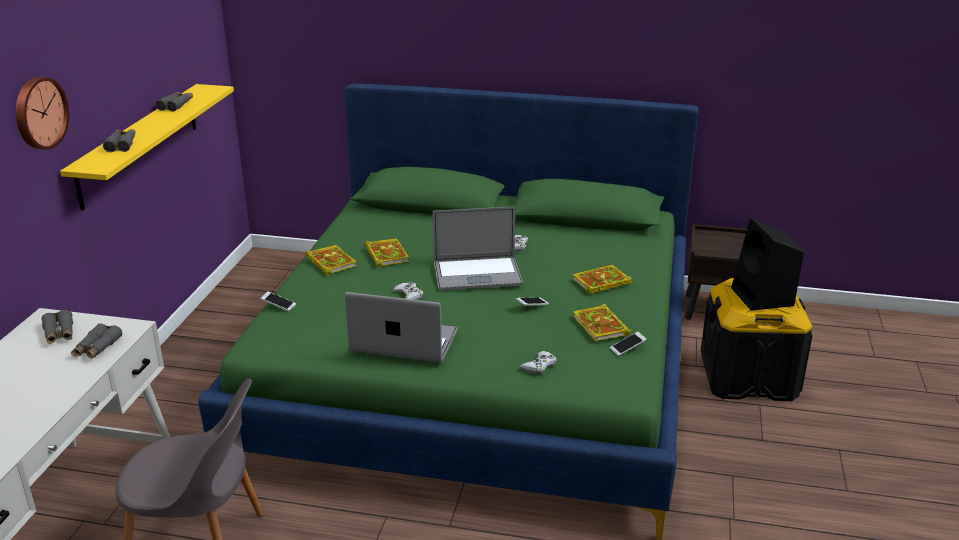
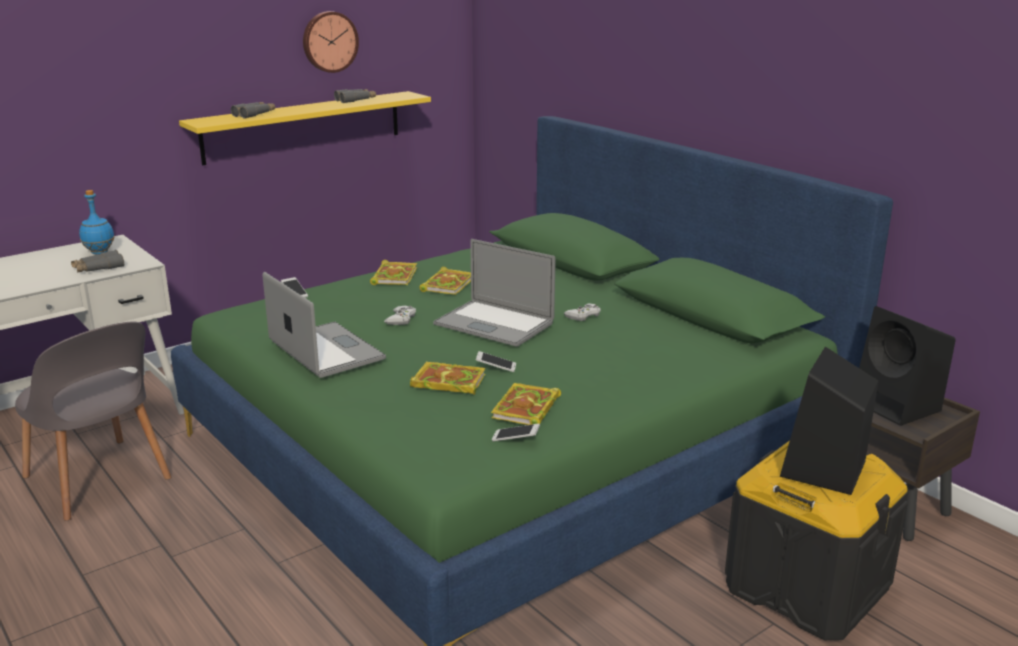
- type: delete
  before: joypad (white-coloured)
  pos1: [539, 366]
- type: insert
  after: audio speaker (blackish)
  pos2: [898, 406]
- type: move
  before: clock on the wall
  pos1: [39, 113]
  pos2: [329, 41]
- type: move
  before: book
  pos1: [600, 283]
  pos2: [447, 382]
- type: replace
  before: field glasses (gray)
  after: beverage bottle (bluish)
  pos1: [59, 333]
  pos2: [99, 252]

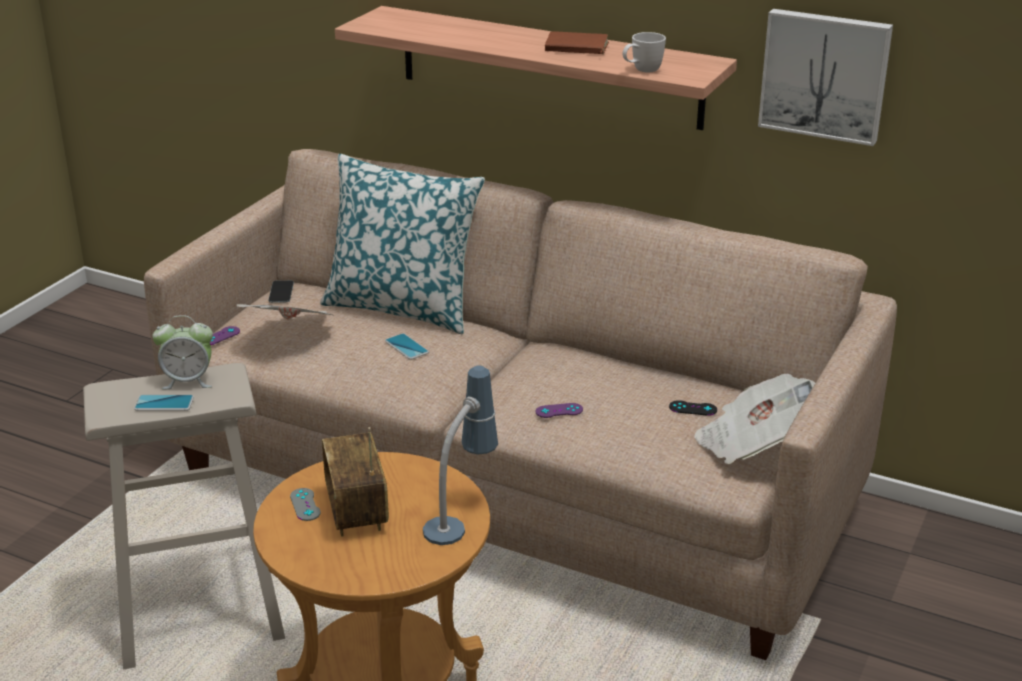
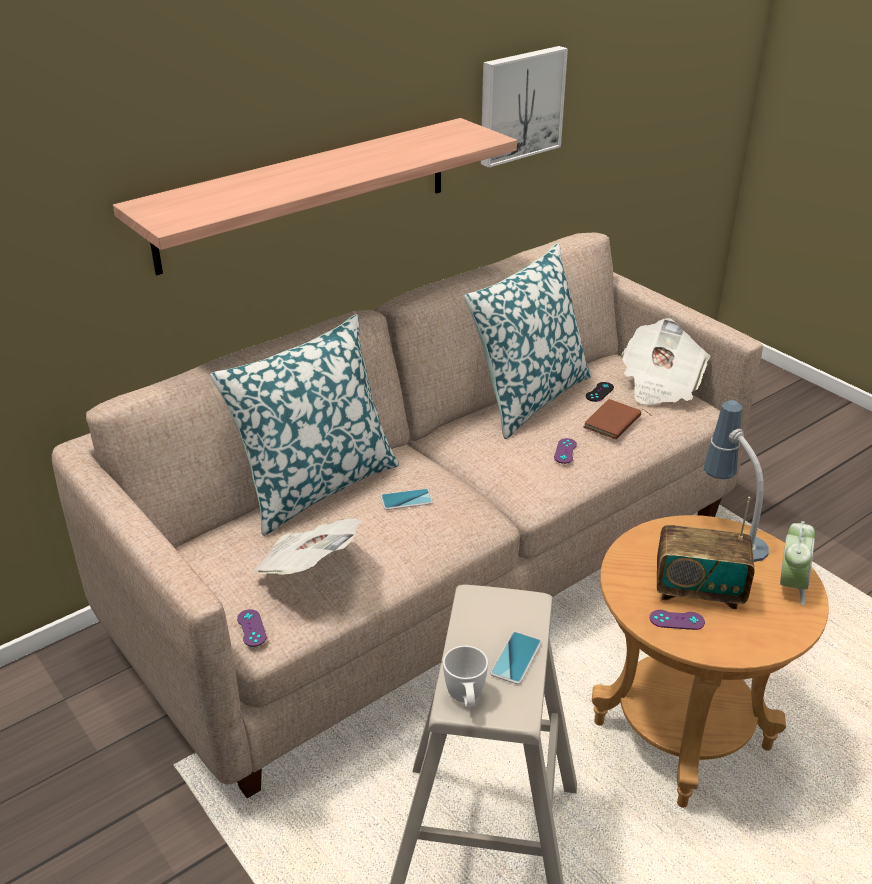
- type: delete
  before: telephone
  pos1: [281, 292]
- type: insert
  after: throw pillow
  pos2: [528, 398]
- type: move
  before: alarm clock
  pos1: [188, 381]
  pos2: [791, 585]
- type: move
  before: book (brownish)
  pos1: [576, 48]
  pos2: [614, 423]
- type: move
  before: mug (white-coloured)
  pos1: [641, 71]
  pos2: [466, 700]
- type: recolor
  before: joypad (gray)
  after: joypad (purplish)
  pos1: [305, 504]
  pos2: [677, 620]

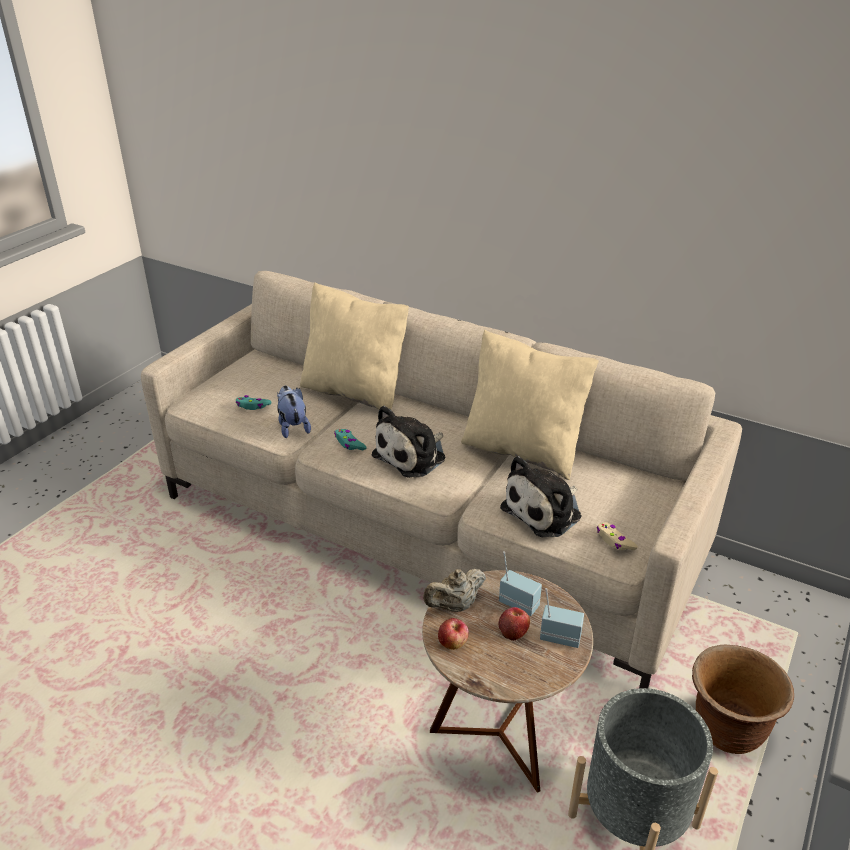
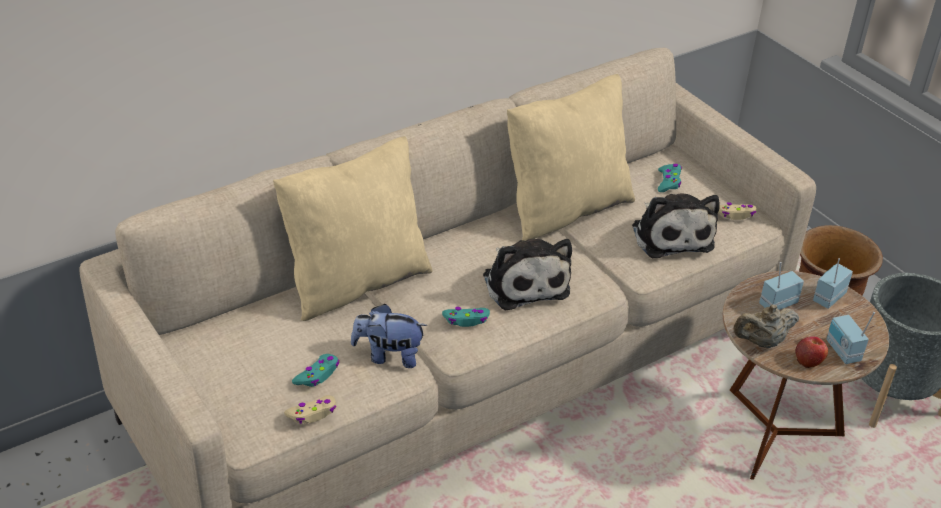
- type: delete
  before: apple fruit
  pos1: [513, 632]
- type: insert
  after: joypad (beige-coloured)
  pos2: [312, 414]
- type: insert
  after: joypad (blue-green)
  pos2: [668, 182]
- type: insert
  after: radio
  pos2: [841, 352]
- type: rotate
  before: tea pot (beige-coloured)
  pos1: [455, 606]
  pos2: [762, 342]
  turn: 75

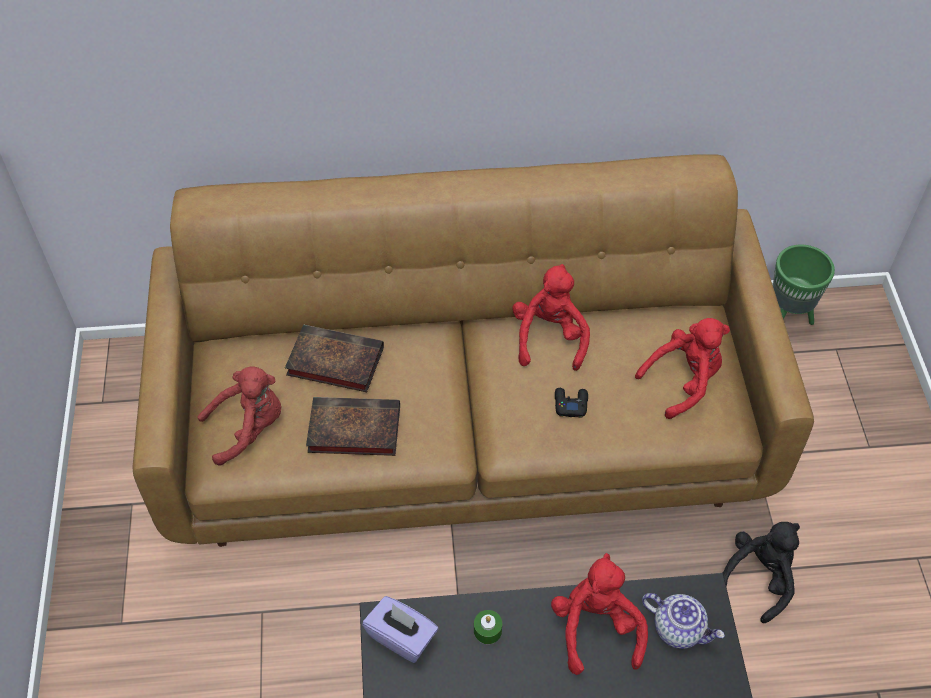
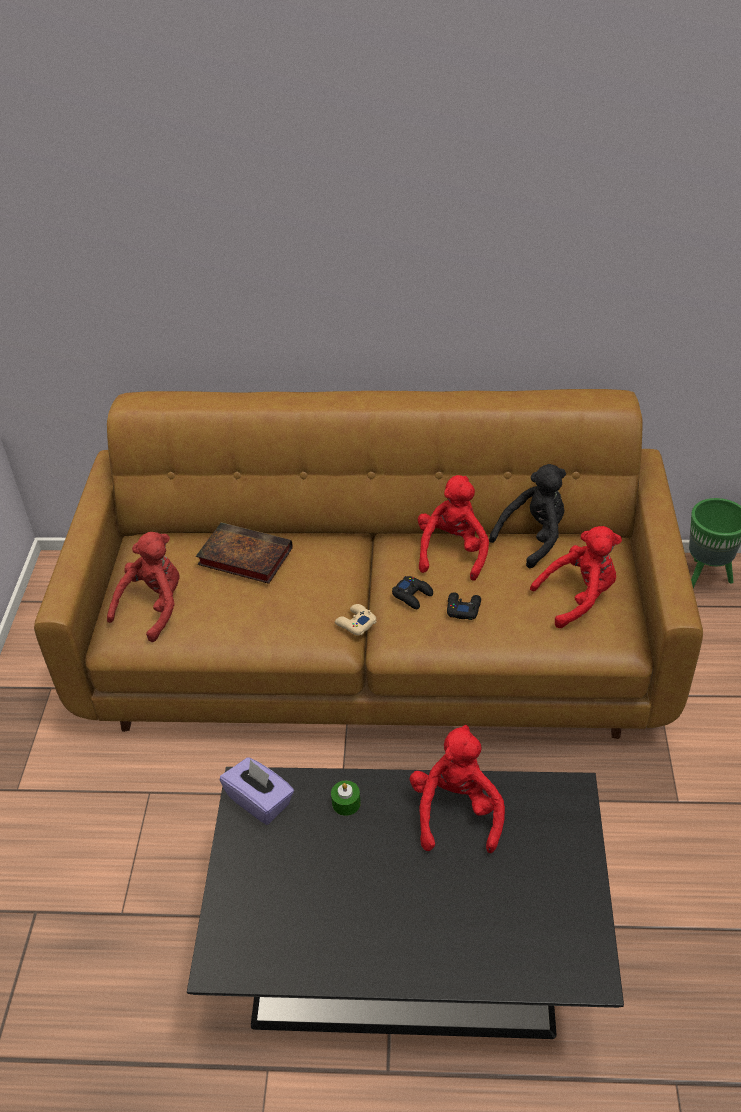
- type: delete
  before: book
  pos1: [351, 430]
- type: delete
  before: tea pot
  pos1: [679, 629]
- type: insert
  after: joypad (beige-coloured)
  pos2: [355, 623]
- type: insert
  after: joypad (blackish)
  pos2: [412, 595]
- type: move
  before: plush toy (blackish)
  pos1: [758, 578]
  pos2: [533, 537]
- type: rotate
  before: plush toy (reddish)
  pos1: [249, 428]
  pos2: [154, 607]
  turn: -45

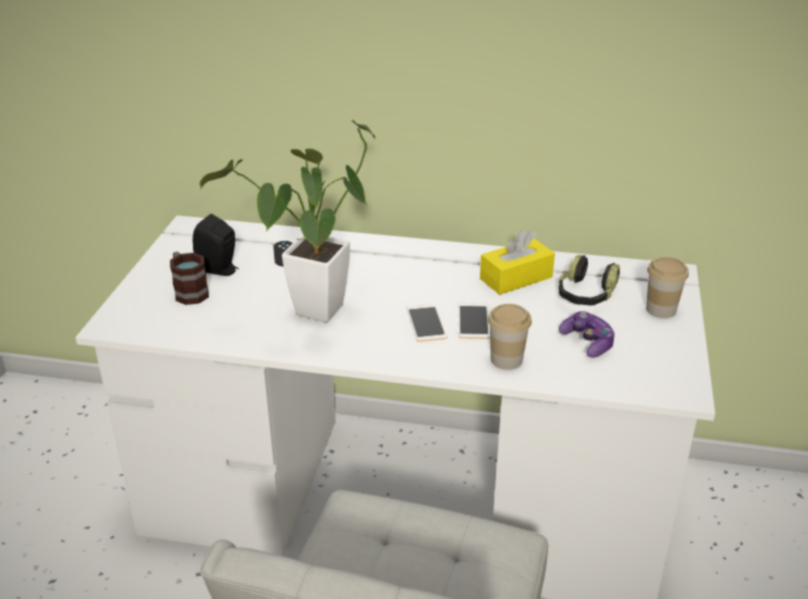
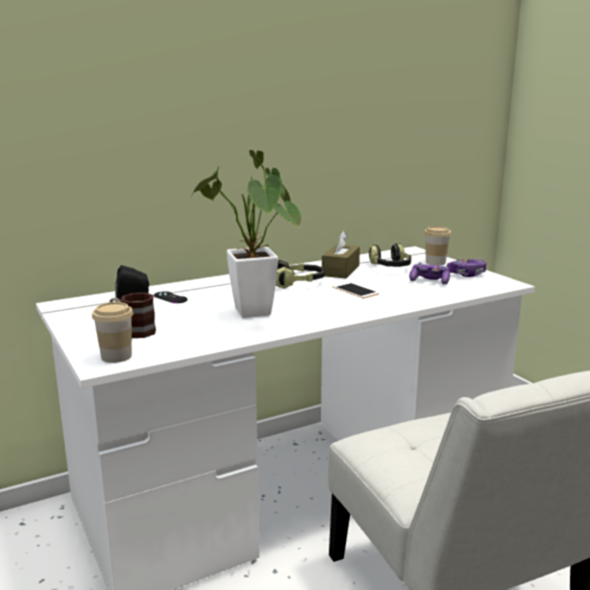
- type: delete
  before: telephone
  pos1: [426, 322]
- type: insert
  after: pair of headphones
  pos2: [297, 283]
- type: insert
  after: joypad
  pos2: [466, 274]
- type: move
  before: cup
  pos1: [506, 360]
  pos2: [116, 356]
- type: recolor
  before: tissue box (yellow)
  after: tissue box (brownish)
  pos1: [516, 278]
  pos2: [340, 271]

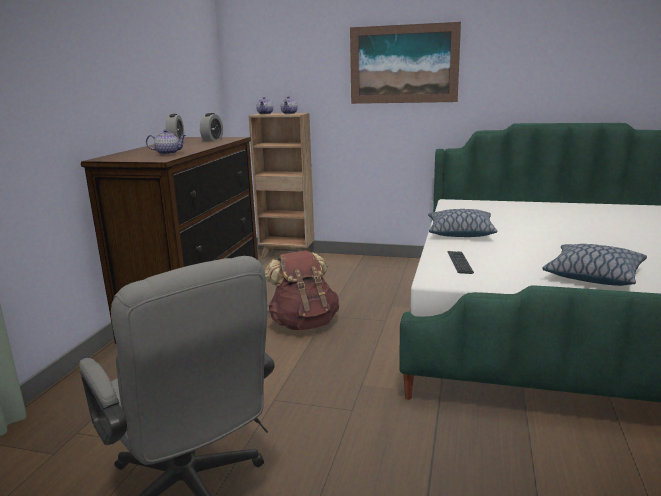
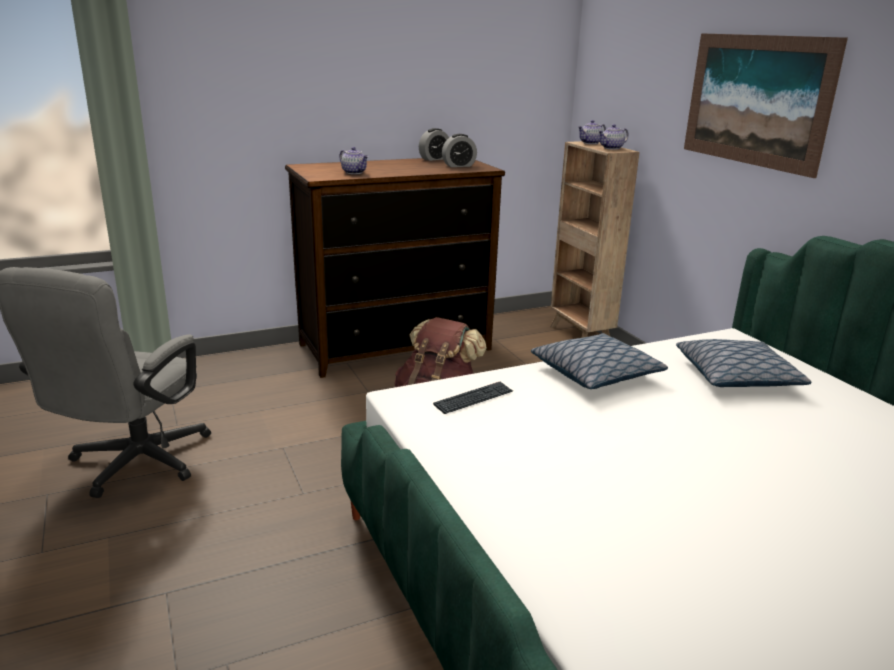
- type: move
  before: throw pillow
  pos1: [593, 275]
  pos2: [736, 377]

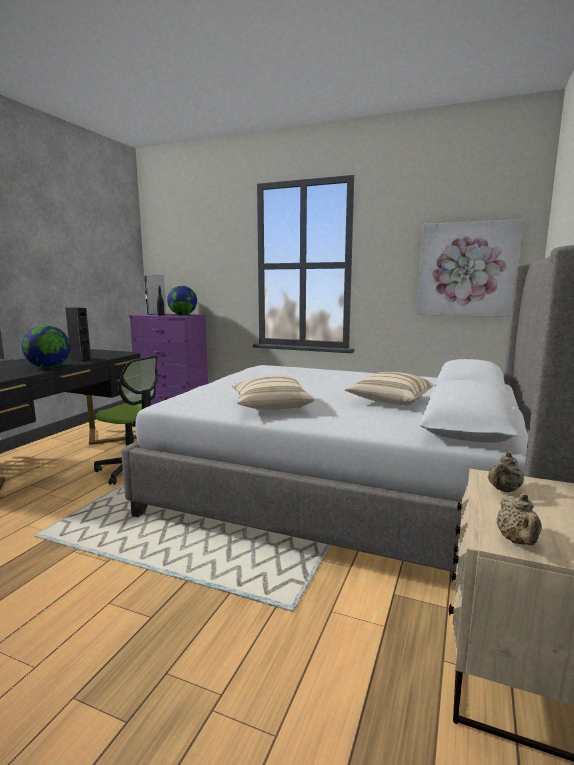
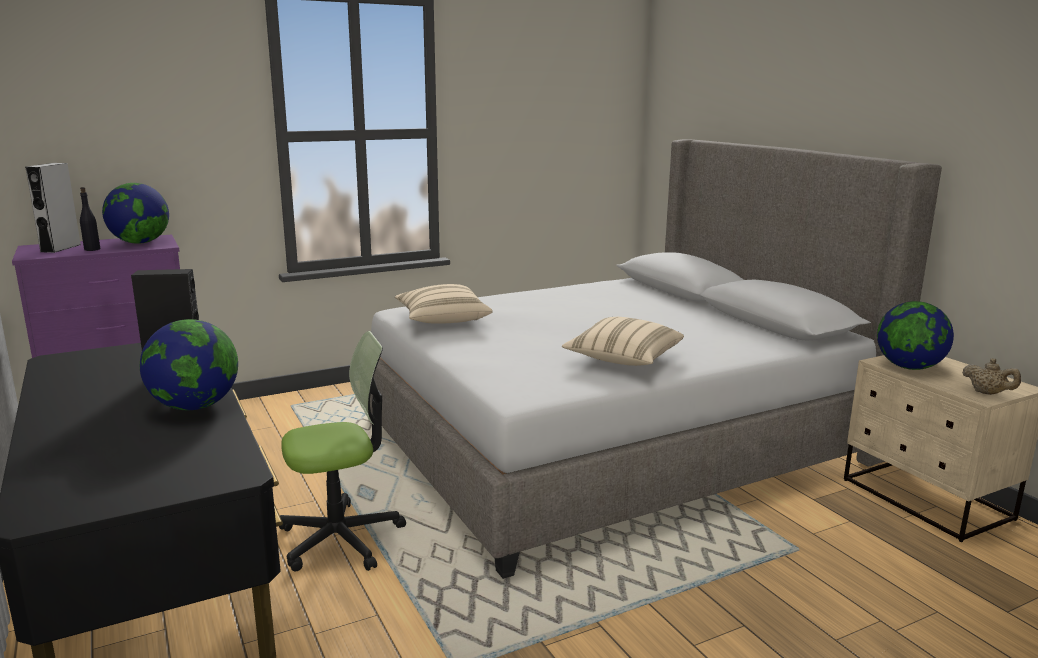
- type: delete
  before: picture
  pos1: [466, 269]
- type: move
  before: throw pillow (beige-coloured)
  pos1: [389, 401]
  pos2: [442, 320]
- type: replace
  before: tea pot (beige-coloured)
  after: desk globe
  pos1: [503, 490]
  pos2: [909, 367]

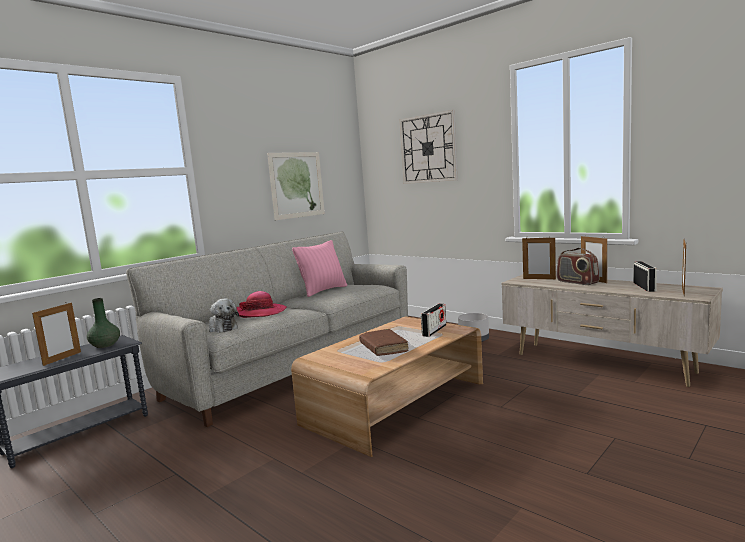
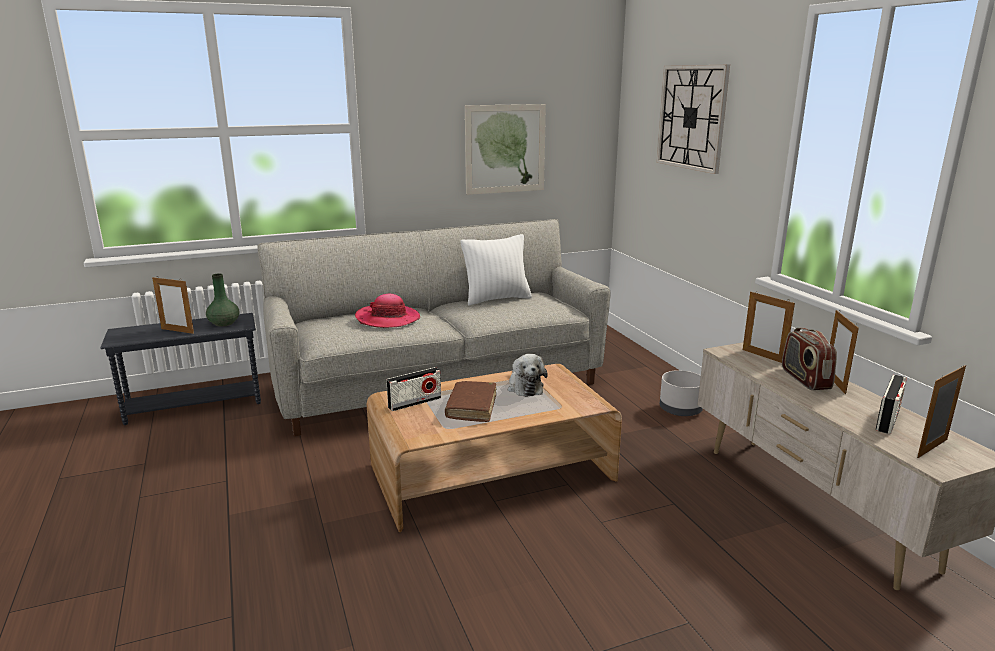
- type: move
  before: plush toy
  pos1: [222, 328]
  pos2: [524, 387]
- type: move
  before: radio
  pos1: [434, 330]
  pos2: [414, 402]
- type: recolor
  before: throw pillow (pinkish)
  after: throw pillow (white-coloured)
  pos1: [323, 291]
  pos2: [497, 299]
- type: rotate
  before: picture frame
  pos1: [62, 358]
  pos2: [177, 331]
  turn: 60

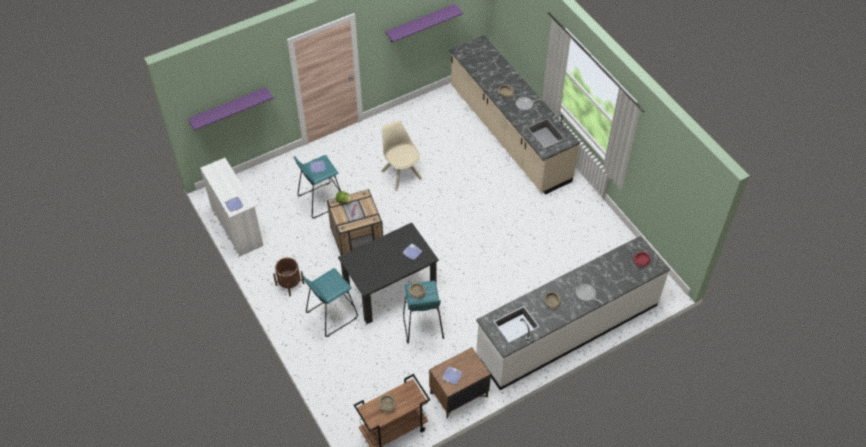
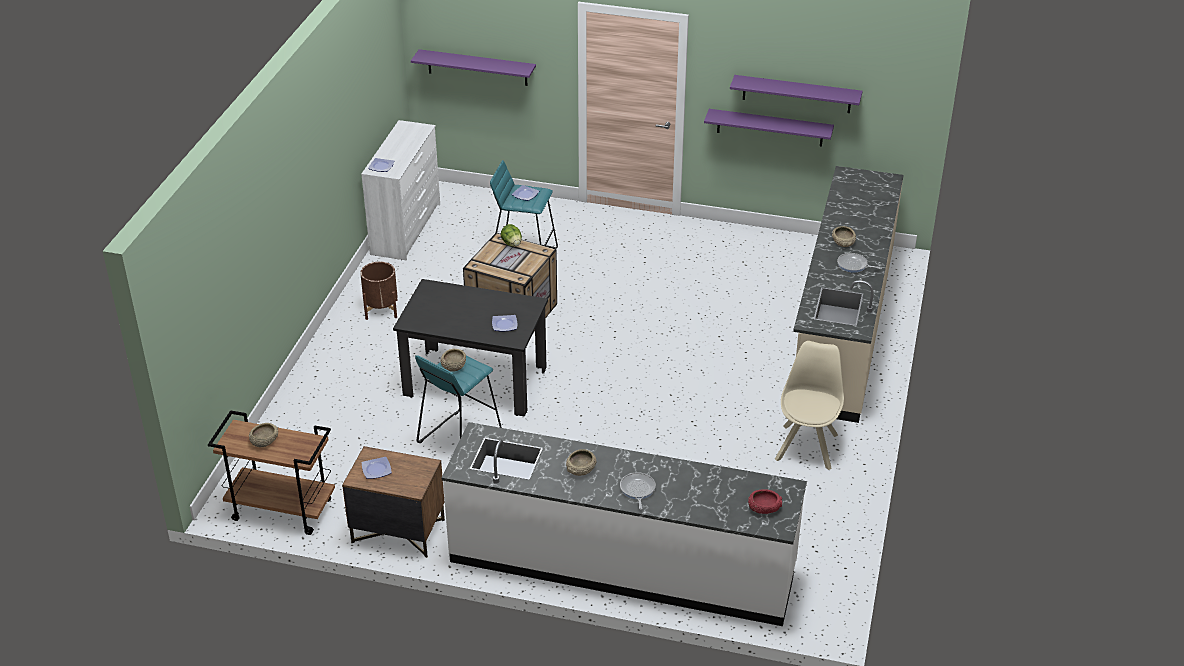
- type: delete
  before: stool (blue-green)
  pos1: [331, 315]
- type: insert
  after: wall shelf (purplish)
  pos2: [770, 127]
- type: move
  before: chair (beige-coloured)
  pos1: [401, 174]
  pos2: [807, 445]

